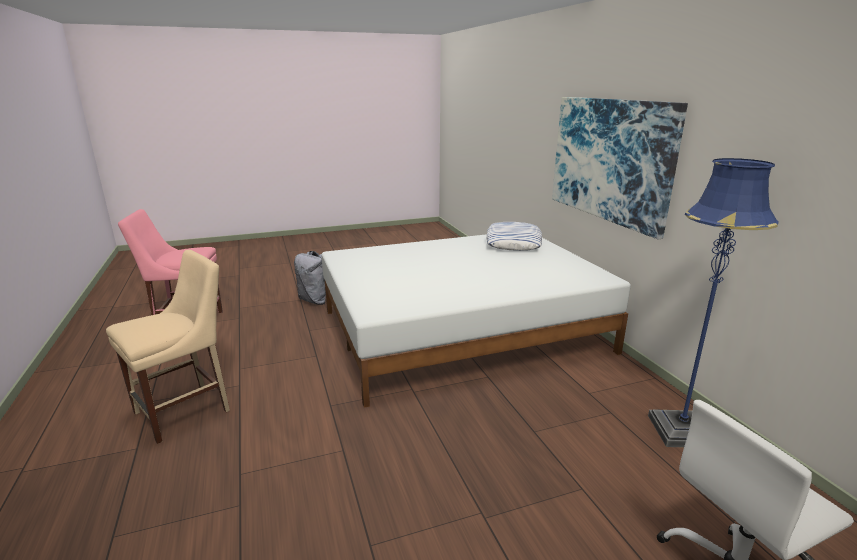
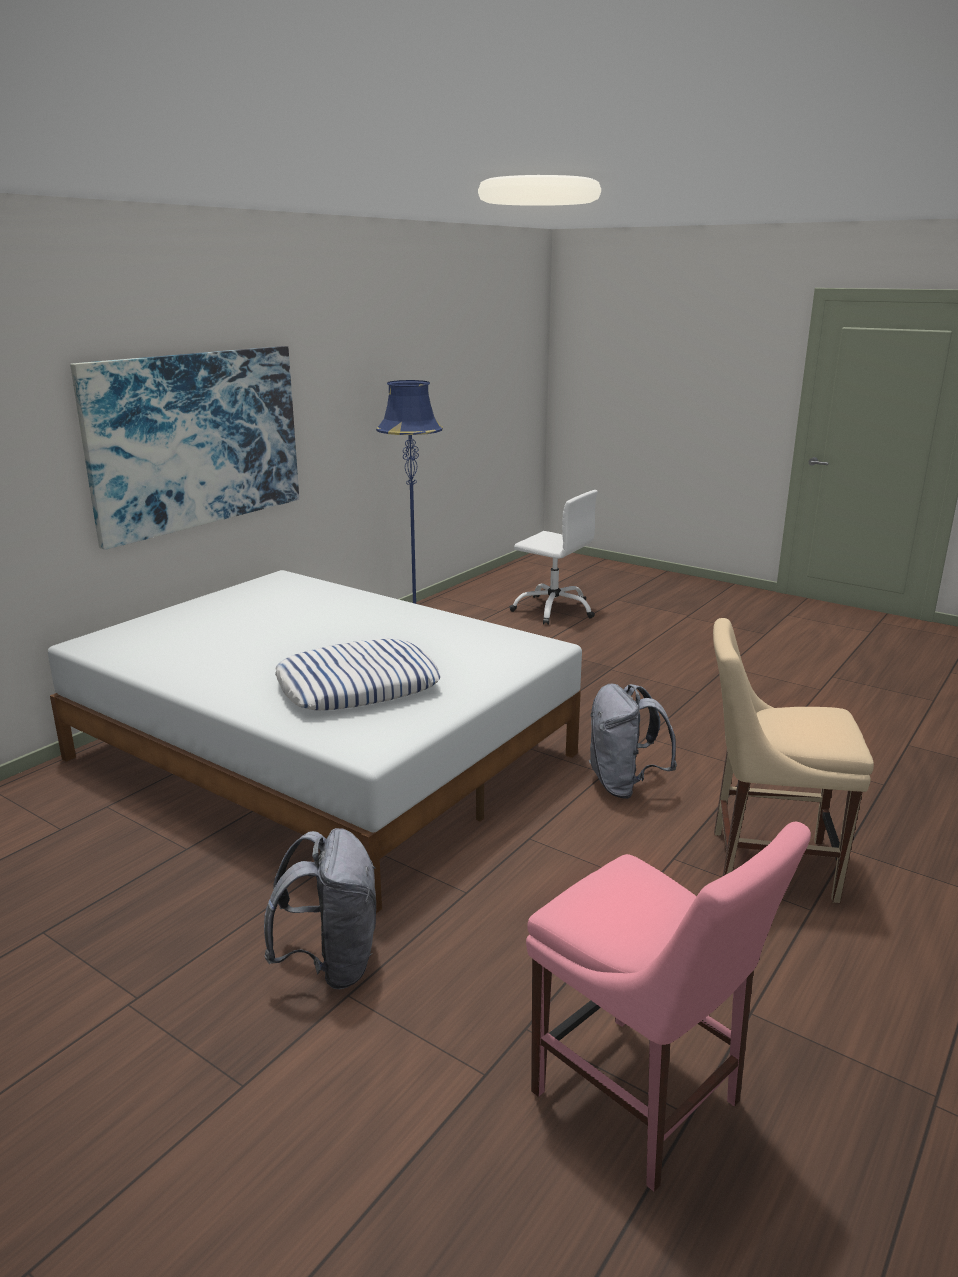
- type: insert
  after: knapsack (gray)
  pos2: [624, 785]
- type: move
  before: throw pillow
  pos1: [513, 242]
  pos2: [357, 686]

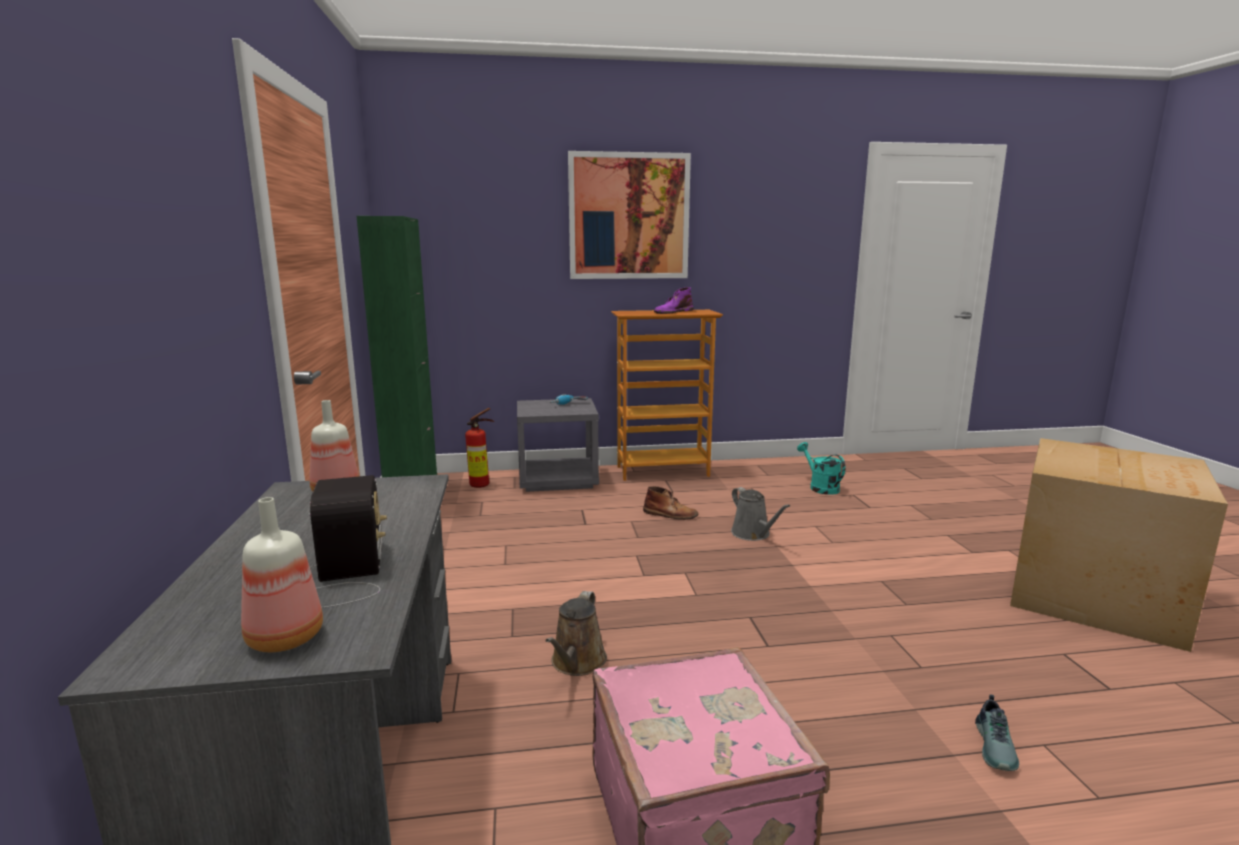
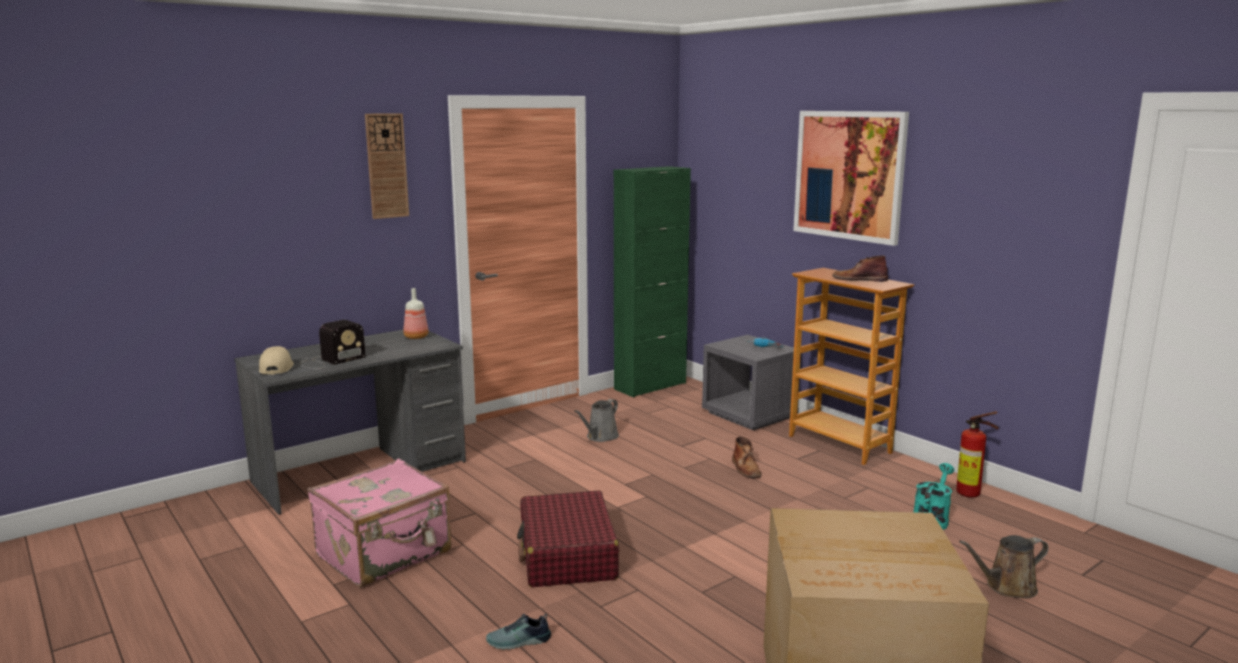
- type: insert
  after: clock on the wall
  pos2: [386, 166]
- type: insert
  after: piece of luggage (reddish)
  pos2: [567, 555]
- type: move
  before: extinguisher
  pos1: [482, 485]
  pos2: [971, 495]
- type: move
  before: watering pot (brownish)
  pos1: [577, 663]
  pos2: [1007, 587]
- type: move
  before: watering pot (gray)
  pos1: [753, 534]
  pos2: [600, 437]
- type: replace
  before: beverage bottle
  after: baseball cap (beige-coloured)
  pos1: [285, 640]
  pos2: [276, 368]
- type: recolor
  before: tall boot (purplish)
  after: tall boot (brownish)
  pos1: [673, 312]
  pos2: [859, 279]

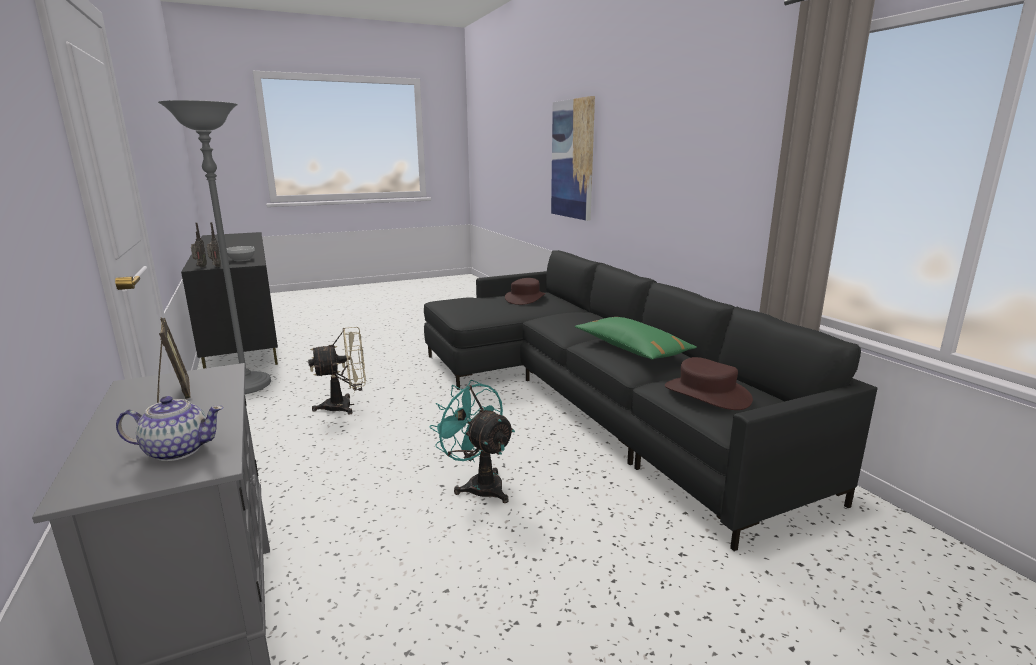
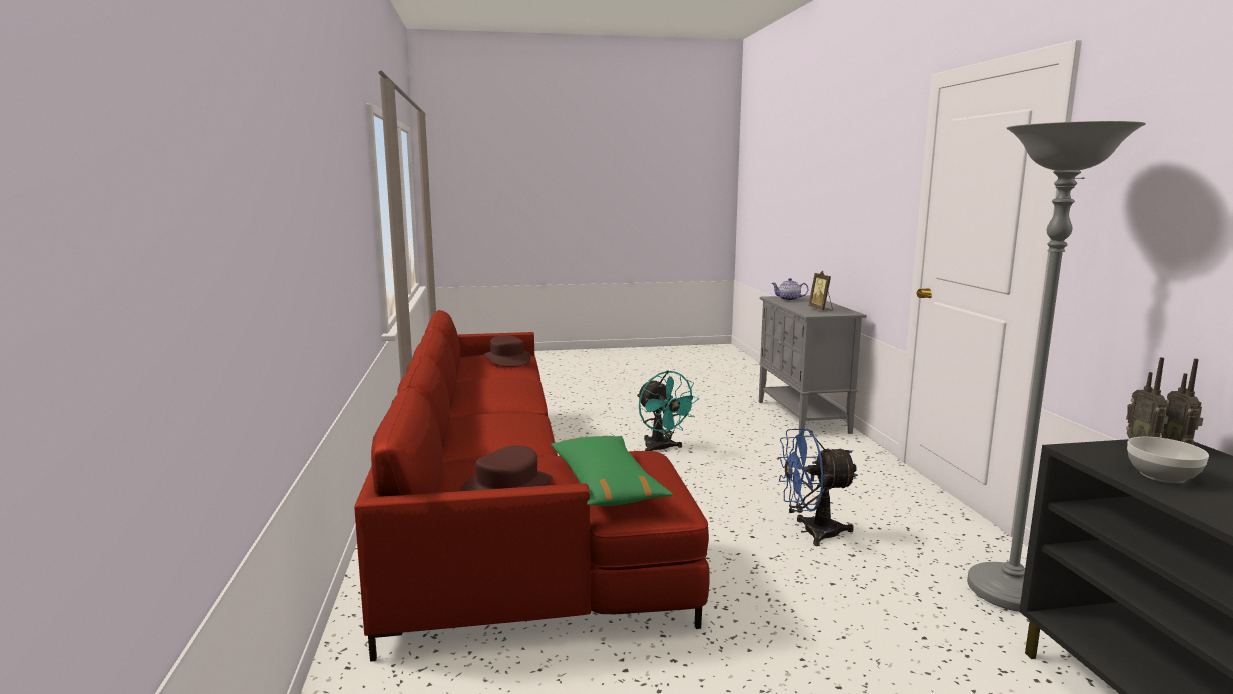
- type: delete
  before: picture
  pos1: [573, 159]
- type: move
  before: throw pillow (green-coloured)
  pos1: [631, 349]
  pos2: [606, 485]
- type: recolor
  before: cooling fan (beige-coloured)
  after: cooling fan (bluish)
  pos1: [345, 406]
  pos2: [811, 532]
- type: recolor
  before: couch (blackish)
  after: couch (reddish)
  pos1: [588, 398]
  pos2: [499, 504]

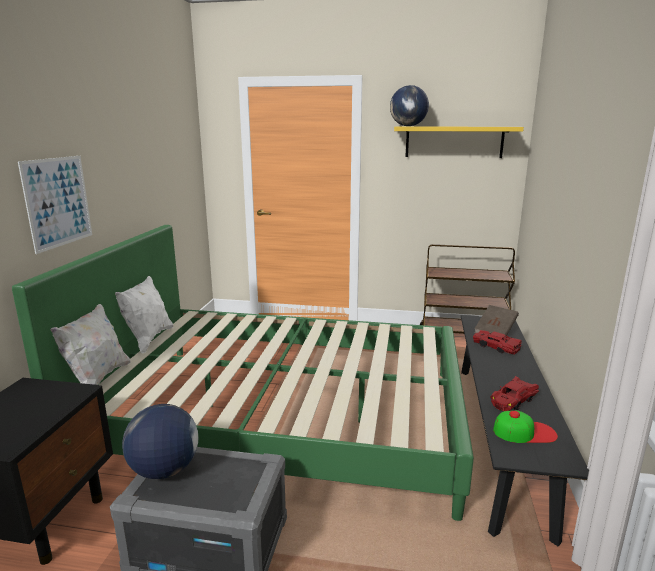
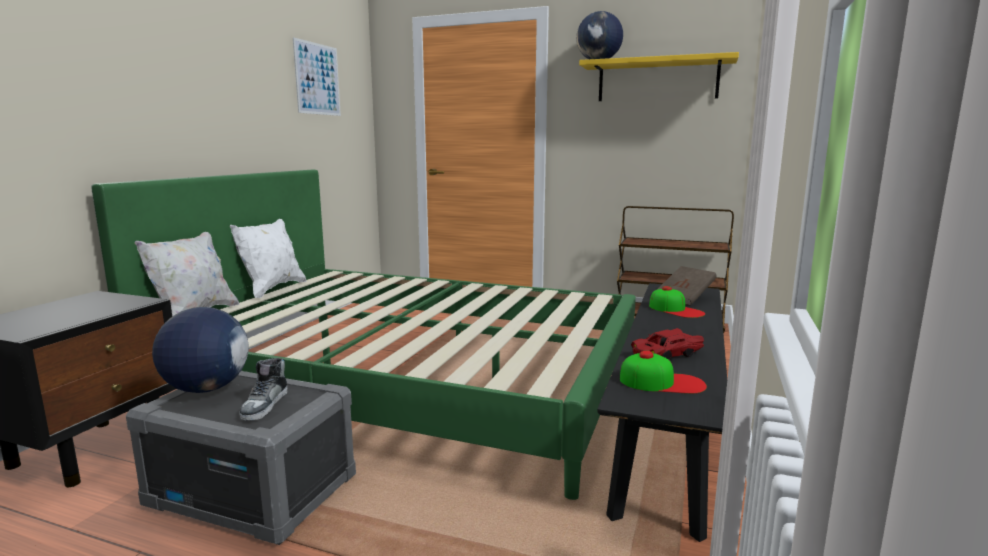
- type: insert
  after: low shoe
  pos2: [265, 405]
- type: move
  before: picture
  pos1: [58, 202]
  pos2: [317, 79]
- type: replace
  before: miniature car (reddish)
  after: baseball cap
  pos1: [495, 347]
  pos2: [676, 310]

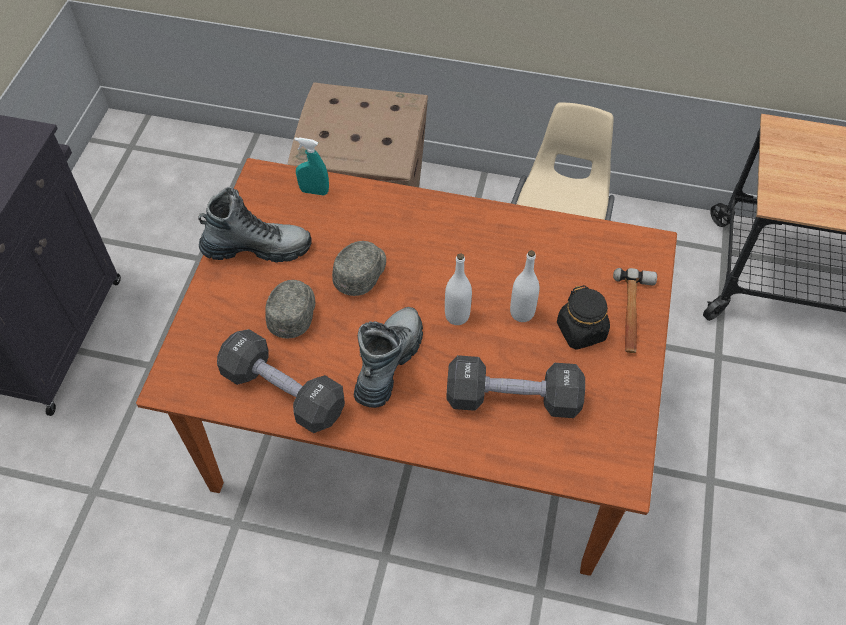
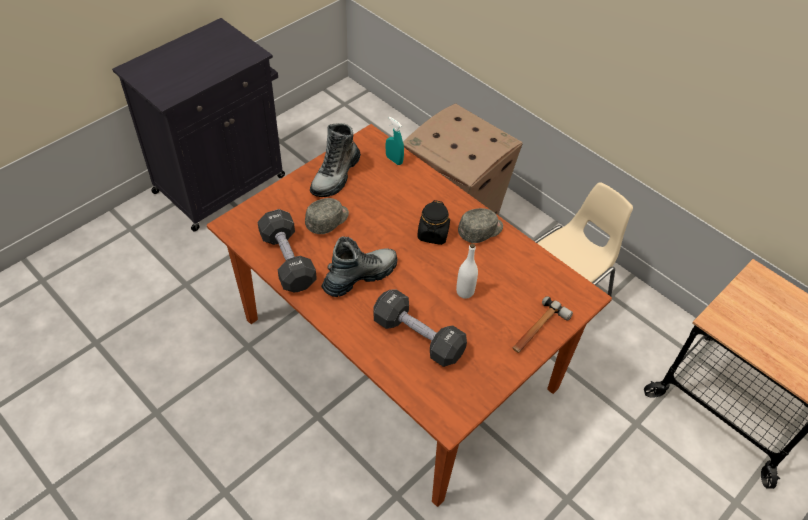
- type: delete
  before: beverage bottle (white-coloured)
  pos1: [457, 316]
- type: move
  before: baseball cap (gray)
  pos1: [361, 272]
  pos2: [480, 231]
- type: move
  before: preserve jar (blackish)
  pos1: [581, 331]
  pos2: [433, 234]
- type: rotate
  before: tall boot
  pos1: [257, 248]
  pos2: [335, 176]
  turn: 90

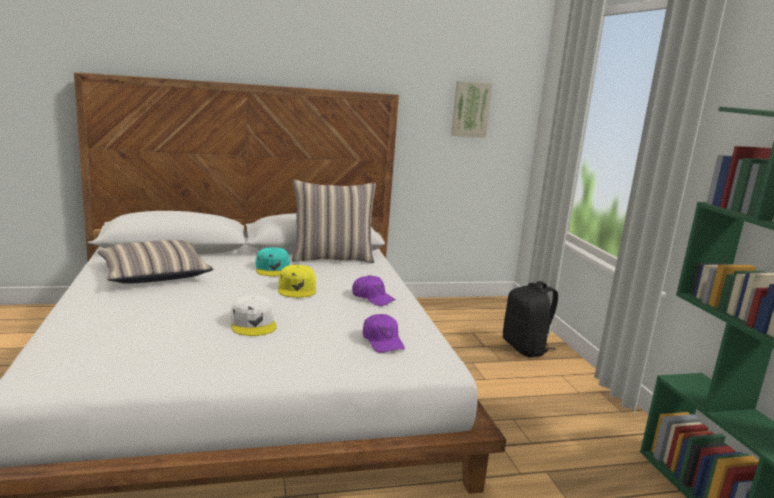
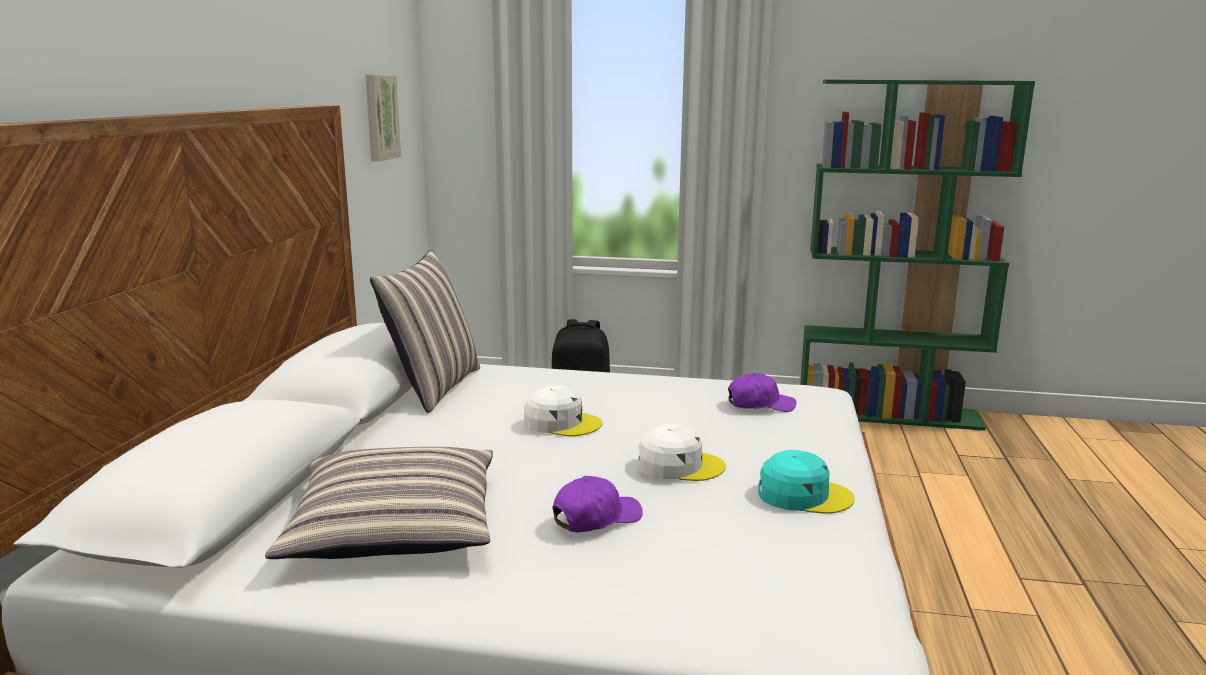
- type: move
  before: baseball cap (blue-green)
  pos1: [273, 269]
  pos2: [803, 495]
- type: move
  before: baseball cap (purplish)
  pos1: [372, 298]
  pos2: [596, 518]
- type: recolor
  before: baseball cap (yellow)
  after: baseball cap (white-coloured)
  pos1: [297, 288]
  pos2: [562, 423]

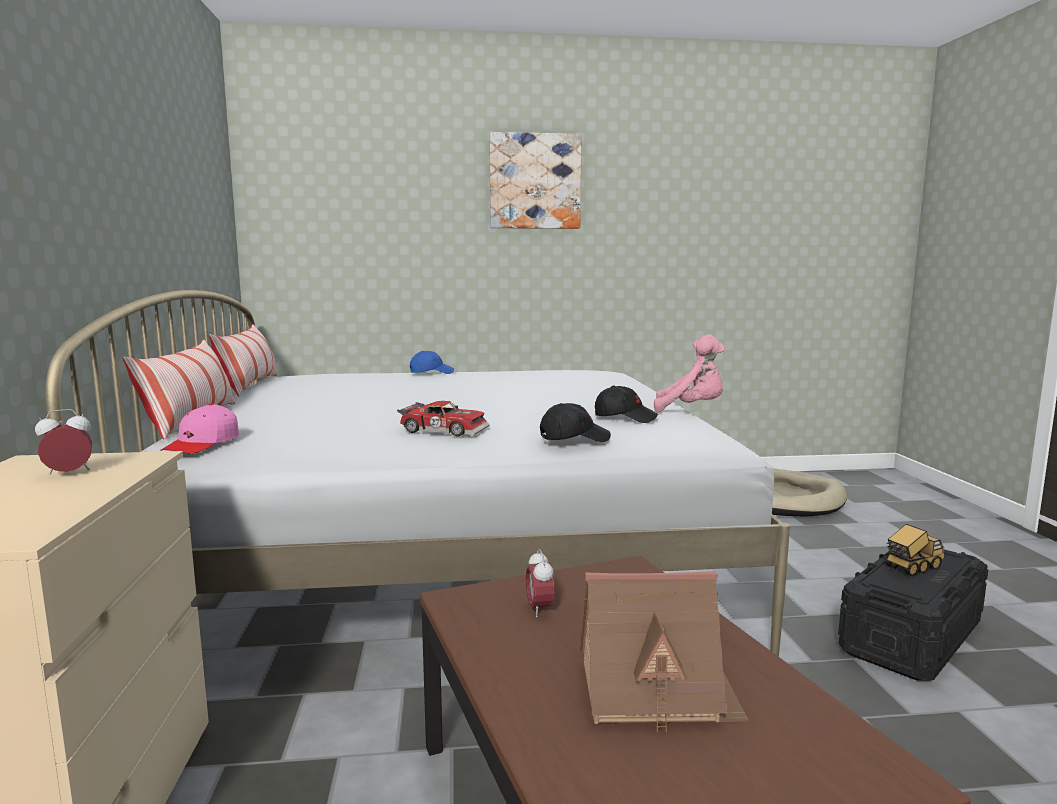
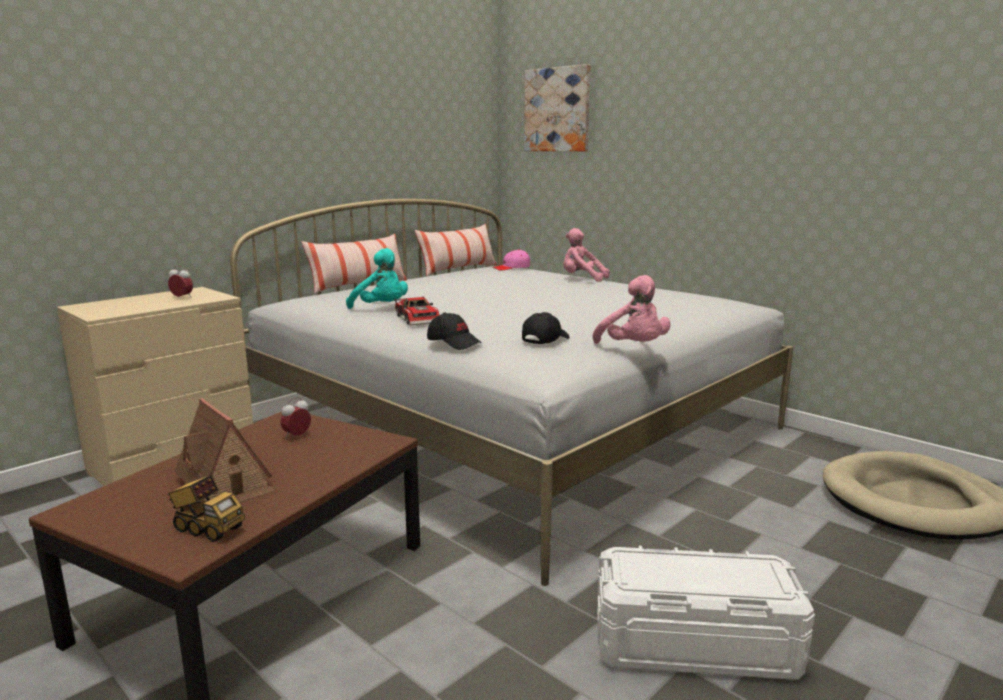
- type: insert
  after: plush toy (blue-green)
  pos2: [381, 308]
- type: move
  before: baseball cap (pinkish)
  pos1: [202, 443]
  pos2: [511, 268]
- type: move
  before: picture
  pos1: [535, 181]
  pos2: [557, 110]
- type: move
  before: toy lorry
  pos1: [912, 568]
  pos2: [207, 529]
- type: replace
  before: baseball cap (bluish)
  after: plush toy (pinkish)
  pos1: [431, 373]
  pos2: [581, 279]
- type: recolor
  before: storage box (blackish)
  after: storage box (white-coloured)
  pos1: [910, 636]
  pos2: [694, 643]
- type: rotate
  before: baseball cap (blackish)
  pos1: [625, 418]
  pos2: [545, 340]
  turn: -120

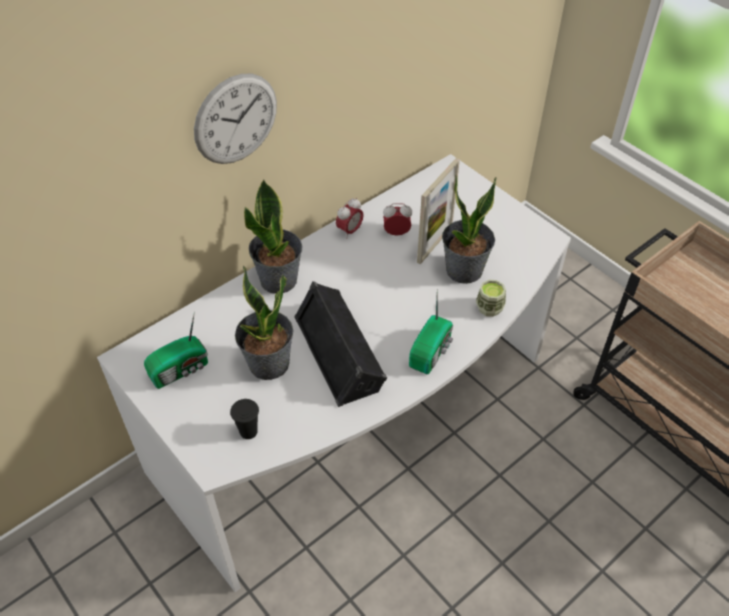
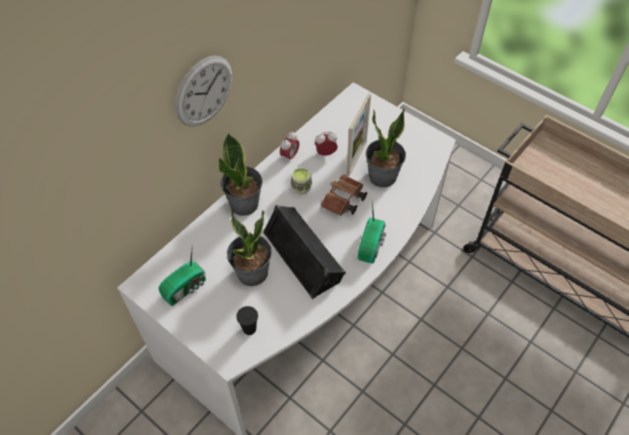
- type: insert
  after: field glasses (brownish)
  pos2: [343, 202]
- type: move
  before: cup
  pos1: [489, 308]
  pos2: [301, 188]

